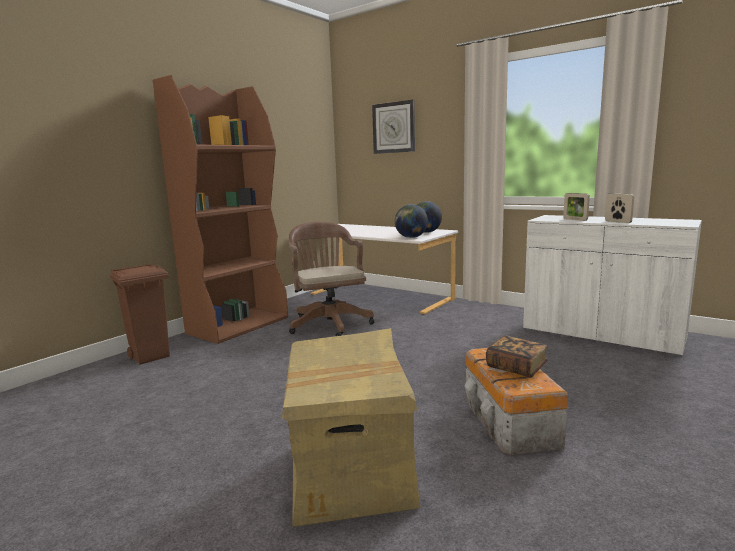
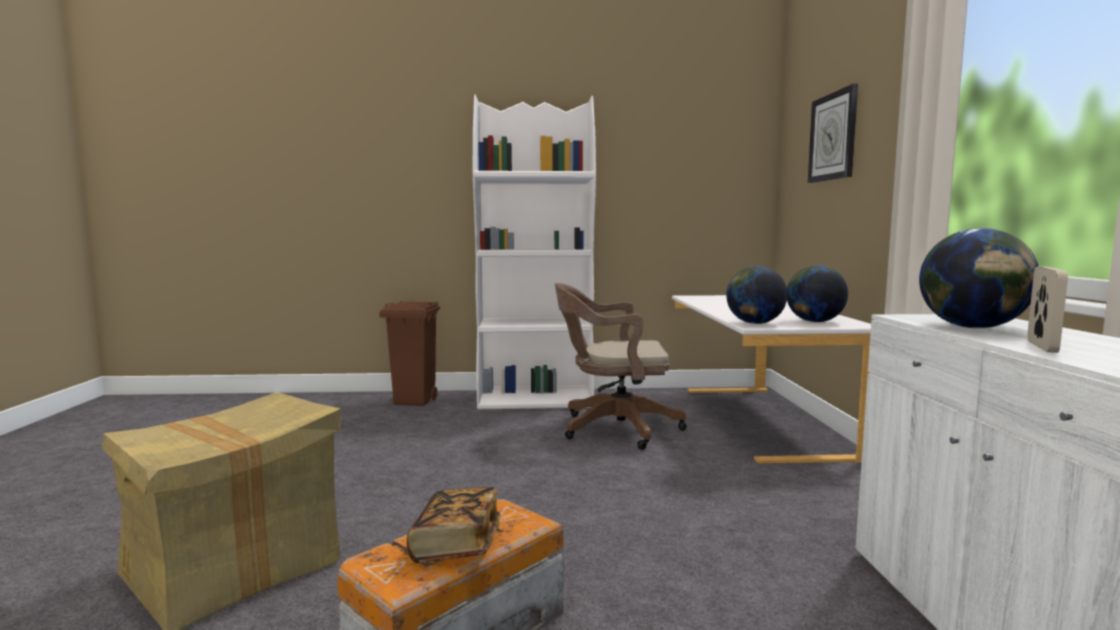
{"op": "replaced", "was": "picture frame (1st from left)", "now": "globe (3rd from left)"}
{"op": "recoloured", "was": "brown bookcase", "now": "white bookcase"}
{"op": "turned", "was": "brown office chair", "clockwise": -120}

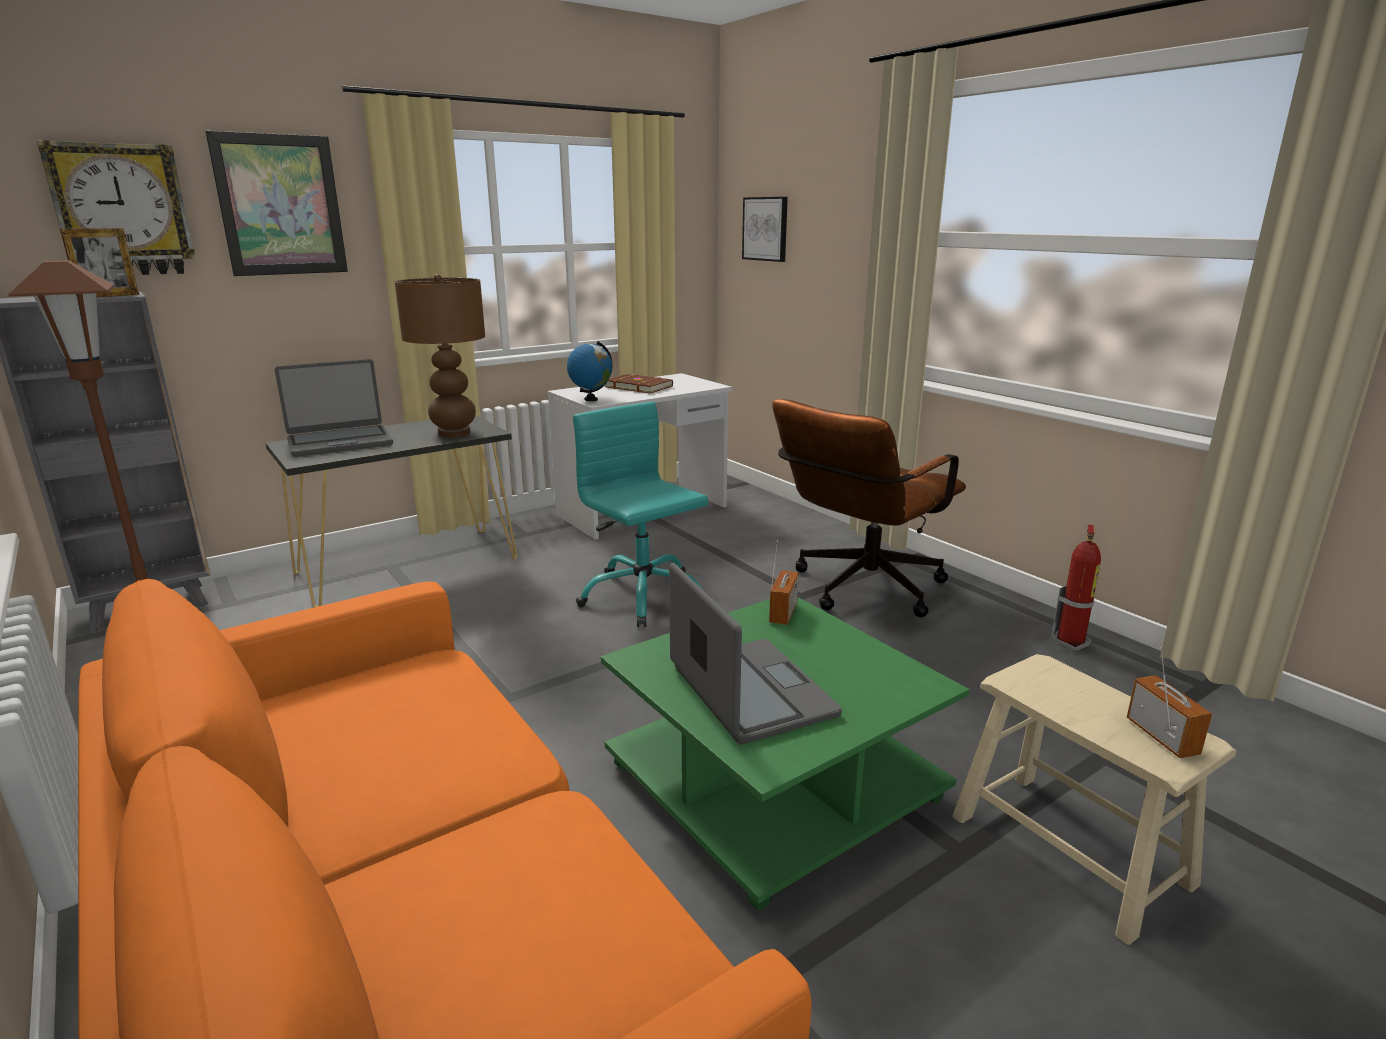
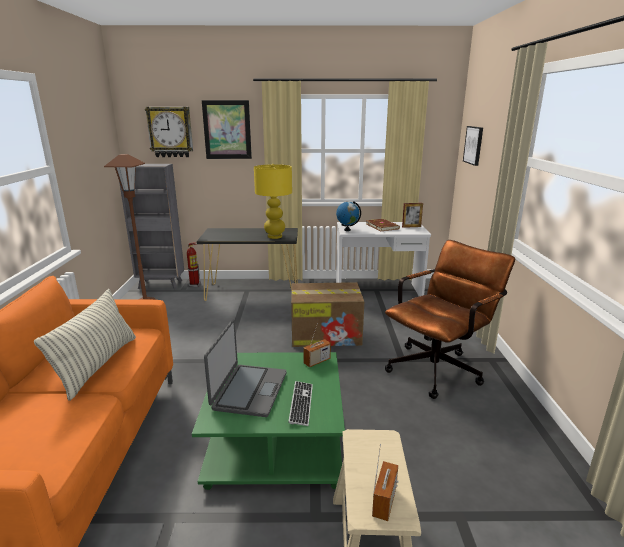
{"op": "removed", "was": "laptop (1st from left)"}
{"op": "added", "now": "pillow"}
{"op": "added", "now": "keyboard"}
{"op": "moved", "was": "picture frame"}
{"op": "moved", "was": "fire extinguisher"}
{"op": "replaced", "was": "turquoise office chair", "now": "cardboard box"}
{"op": "recoloured", "was": "brown table lamp", "now": "yellow table lamp"}
{"op": "turned", "was": "brown office chair", "clockwise": 150}

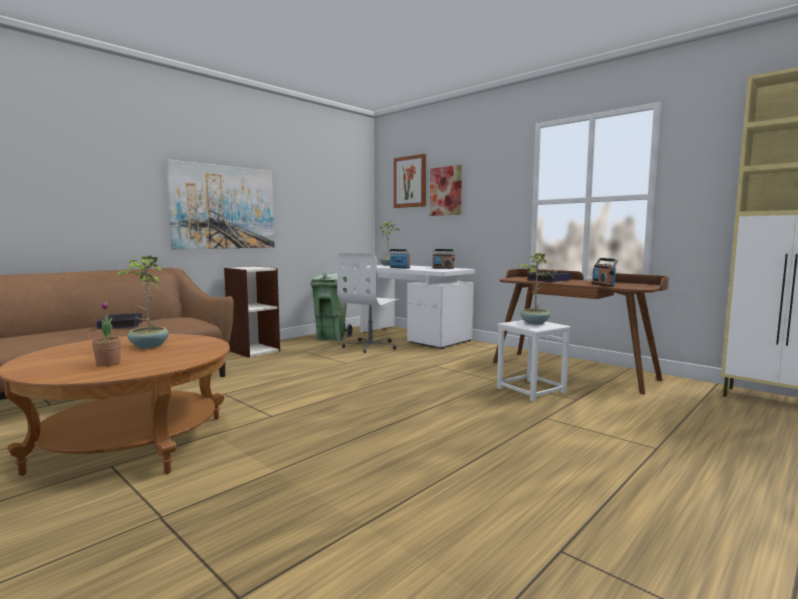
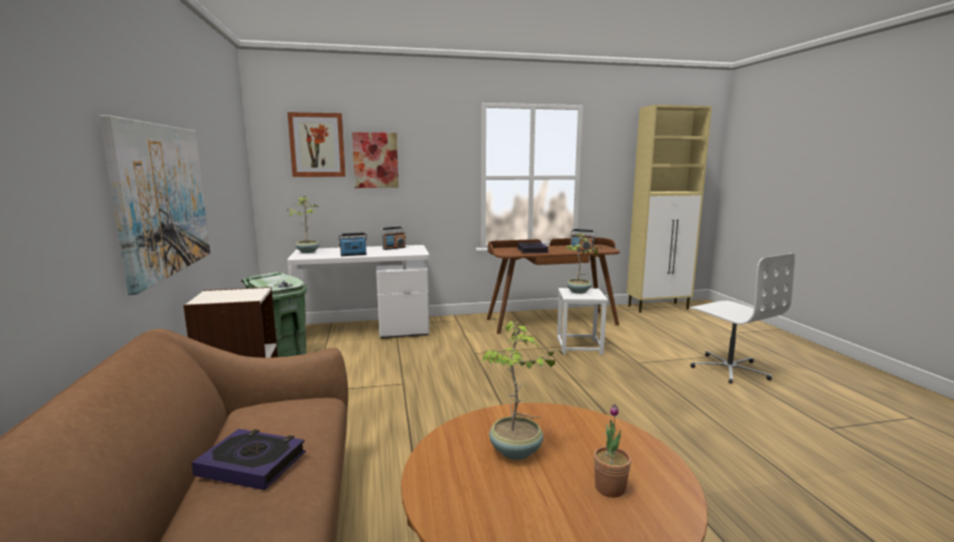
{"op": "moved", "was": "white office chair"}

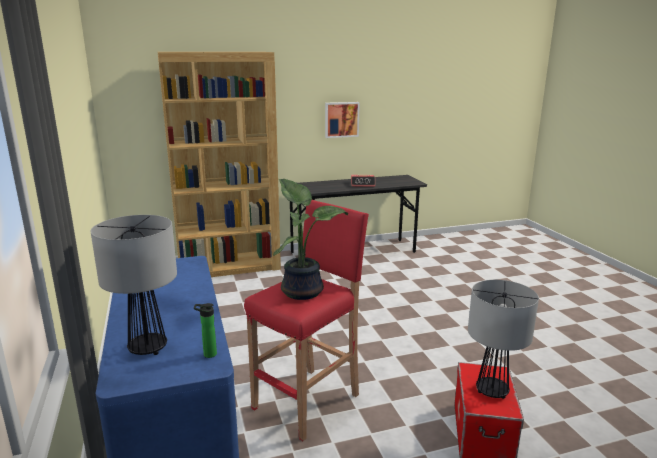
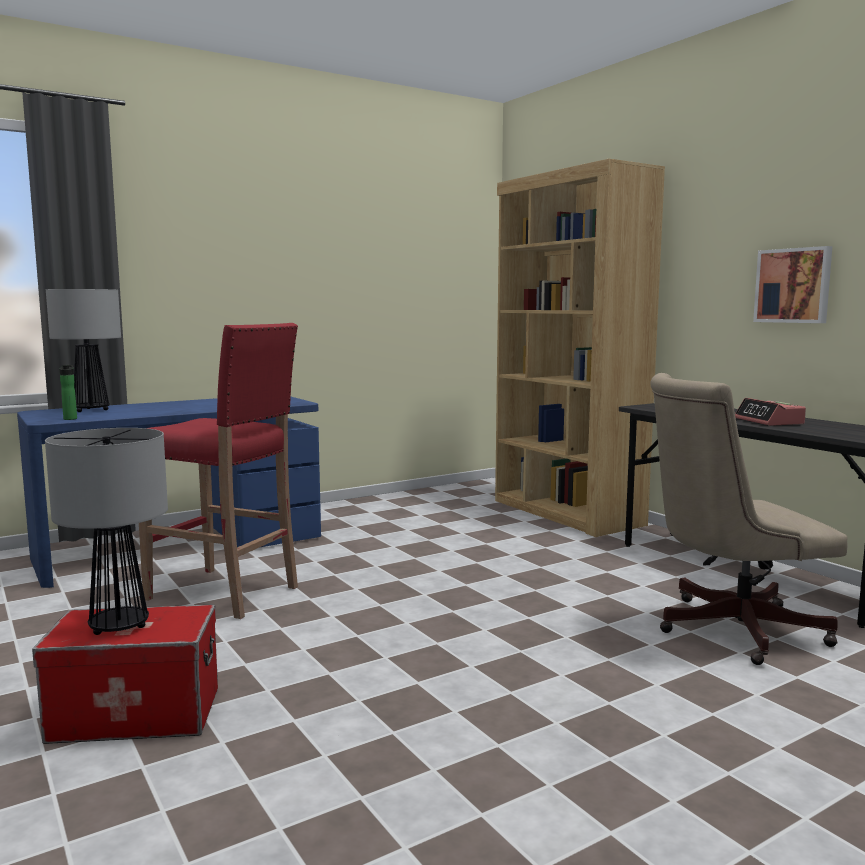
{"op": "removed", "was": "potted plant"}
{"op": "added", "now": "beige office chair"}

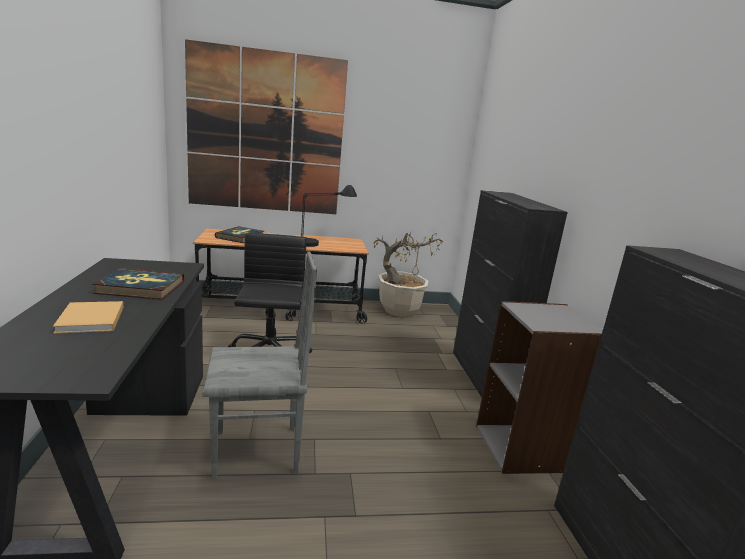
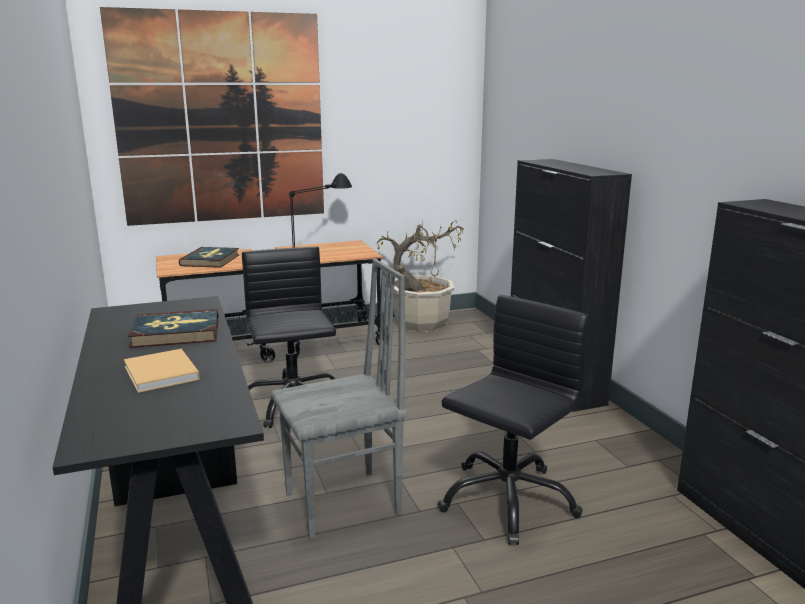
{"op": "removed", "was": "grey bookcase"}
{"op": "added", "now": "black office chair (2nd from left)"}

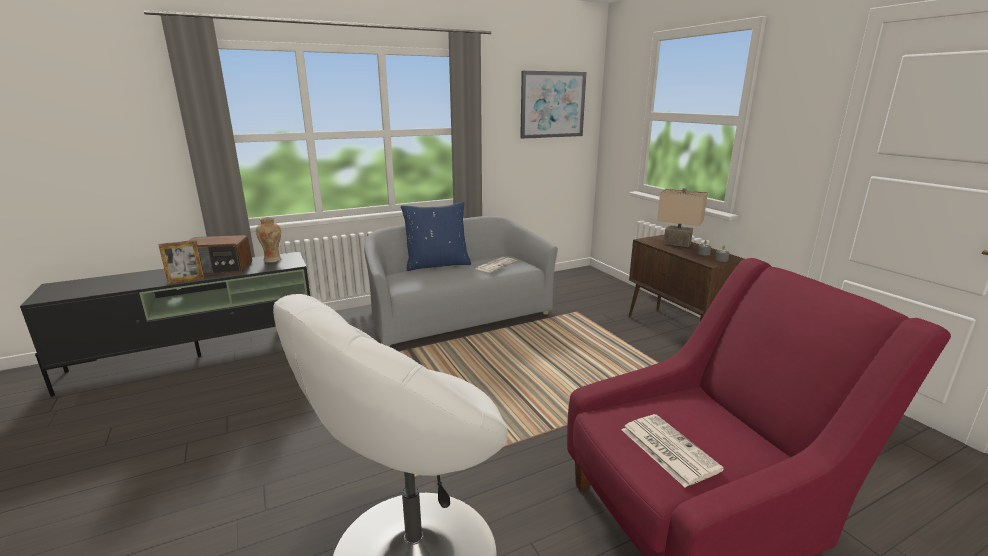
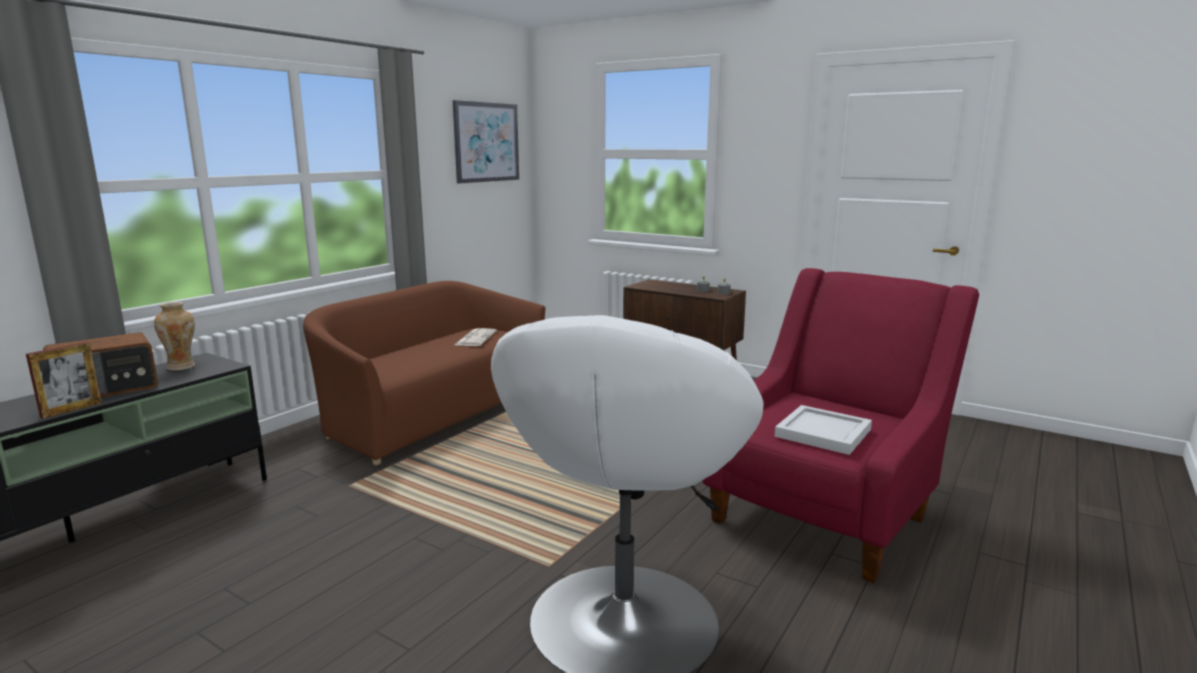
{"op": "removed", "was": "blue pillow"}
{"op": "removed", "was": "beige table lamp"}
{"op": "replaced", "was": "newspaper (2nd from left)", "now": "white tray"}
{"op": "recoloured", "was": "grey sofa", "now": "brown sofa"}

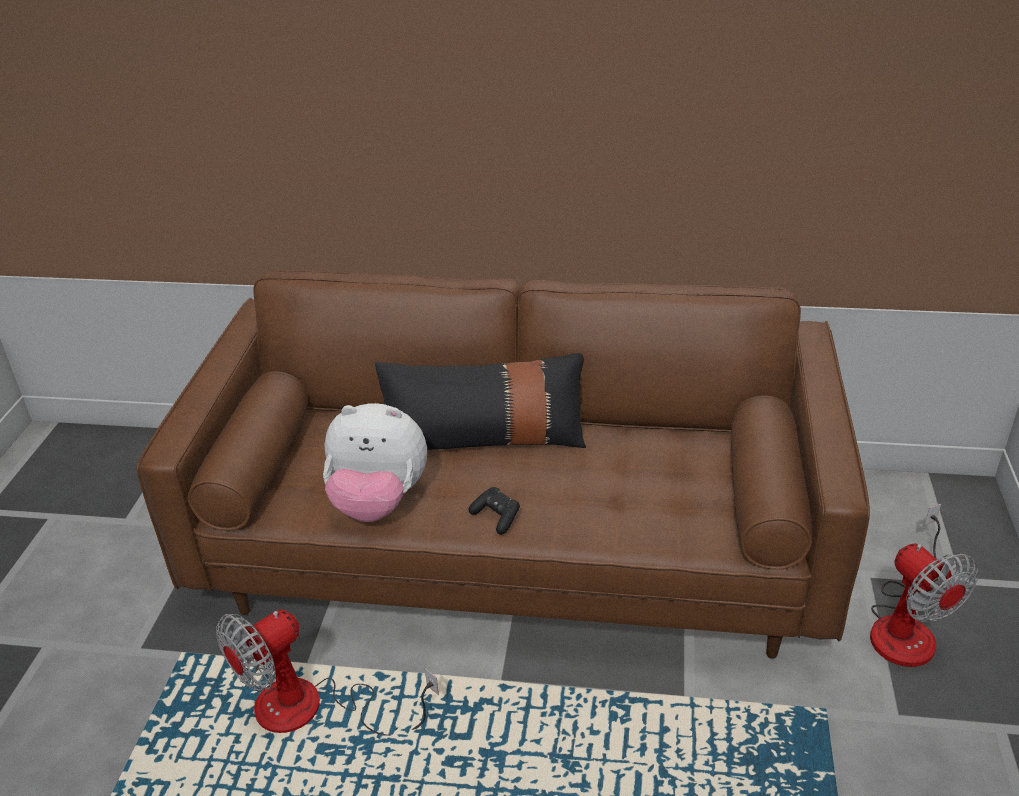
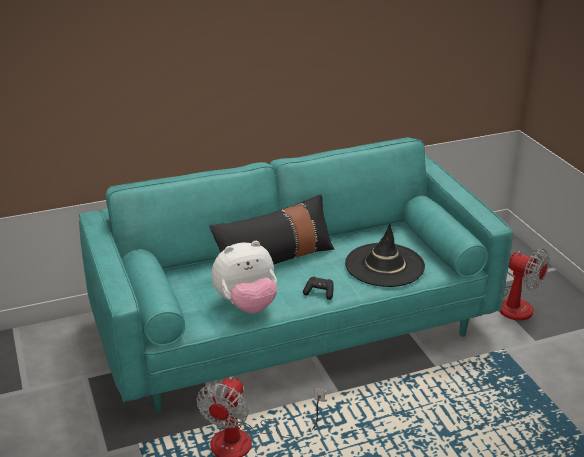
{"op": "added", "now": "black hat"}
{"op": "recoloured", "was": "brown sofa", "now": "turquoise sofa"}

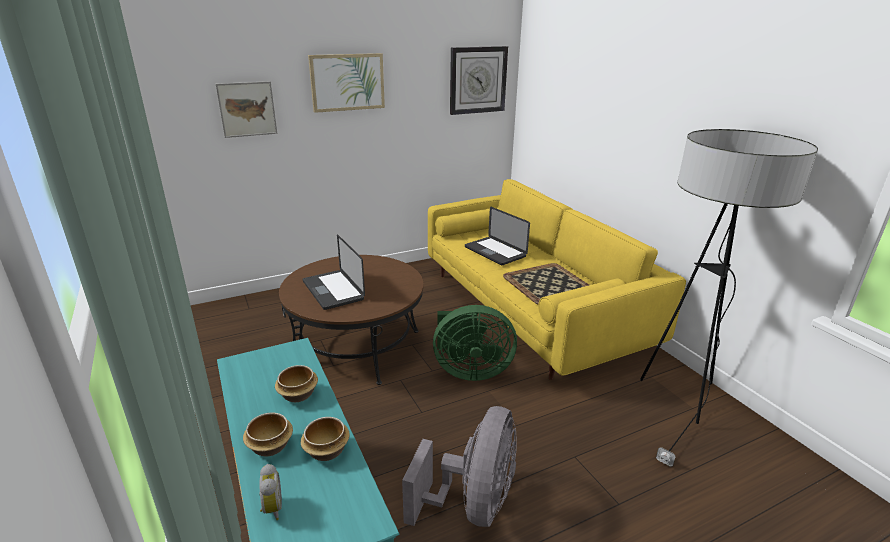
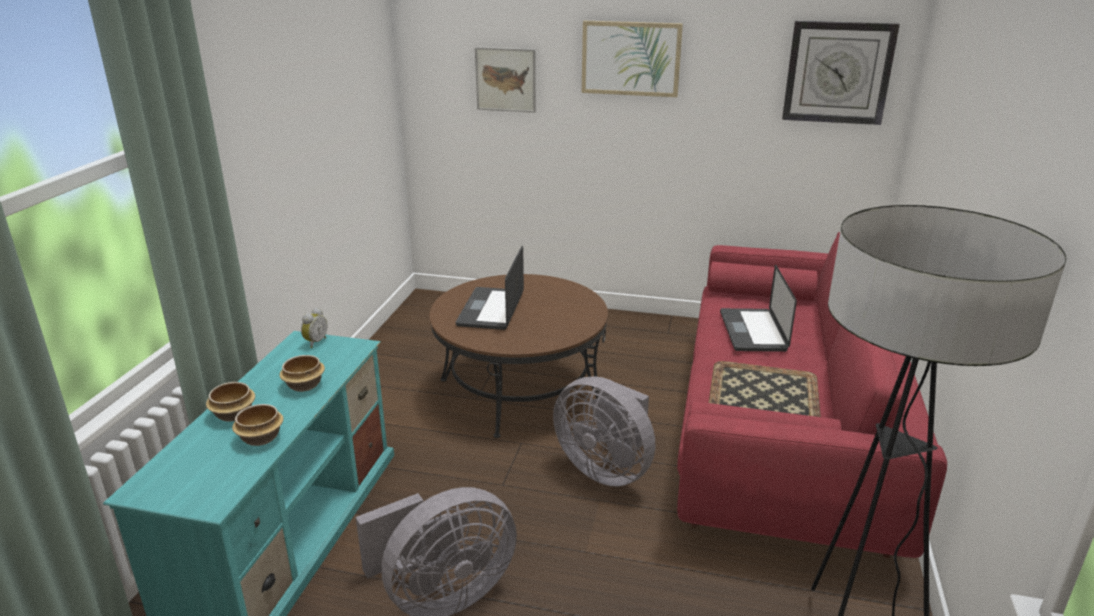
{"op": "moved", "was": "alarm clock"}
{"op": "recoloured", "was": "yellow sofa", "now": "red sofa"}
{"op": "recoloured", "was": "green fan", "now": "grey fan (2nd from left)"}

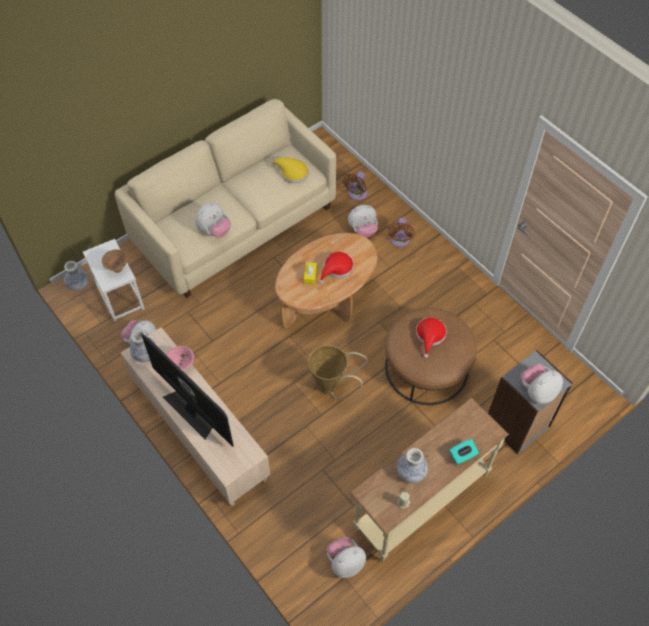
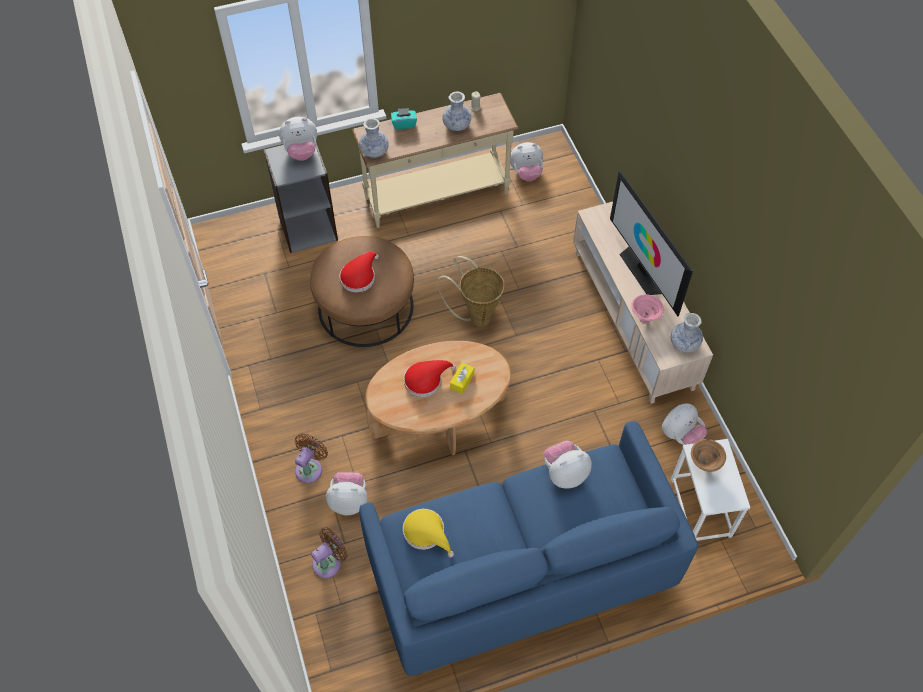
{"op": "moved", "was": "vase (1st from left)"}
{"op": "recoloured", "was": "beige sofa", "now": "blue sofa"}

